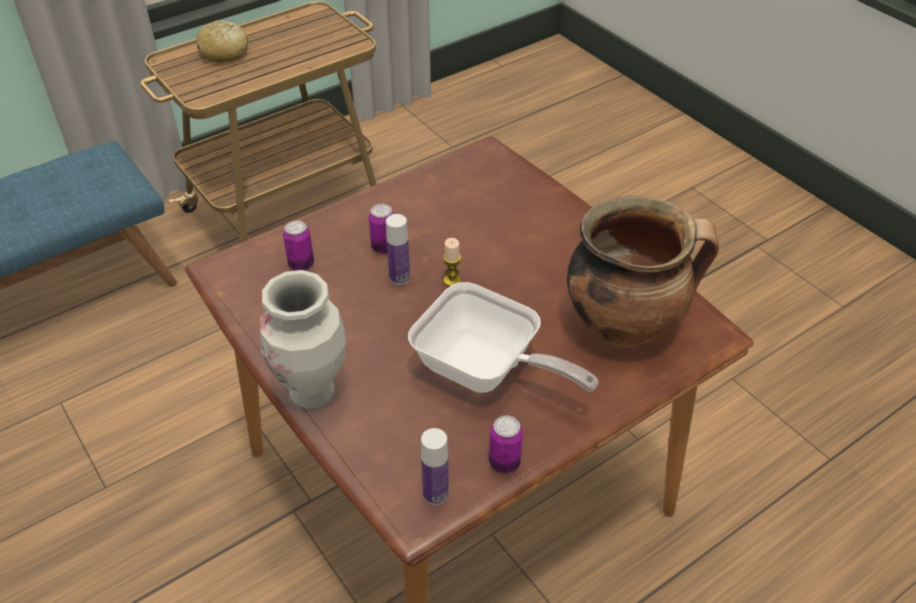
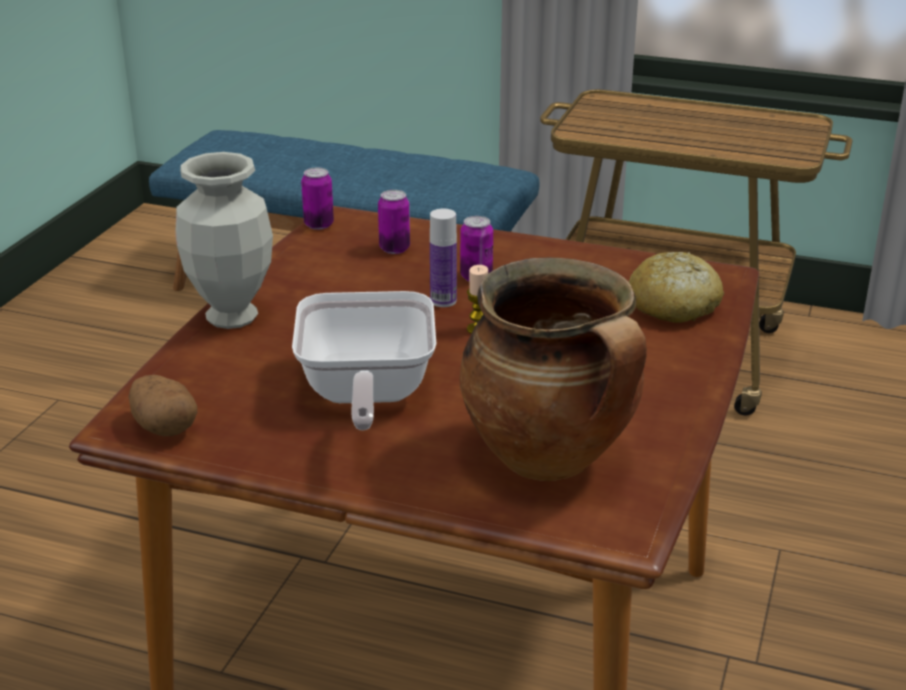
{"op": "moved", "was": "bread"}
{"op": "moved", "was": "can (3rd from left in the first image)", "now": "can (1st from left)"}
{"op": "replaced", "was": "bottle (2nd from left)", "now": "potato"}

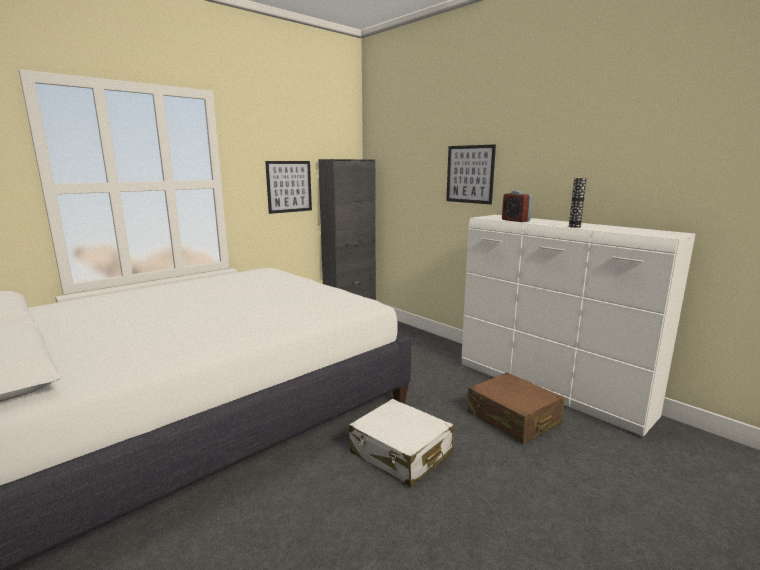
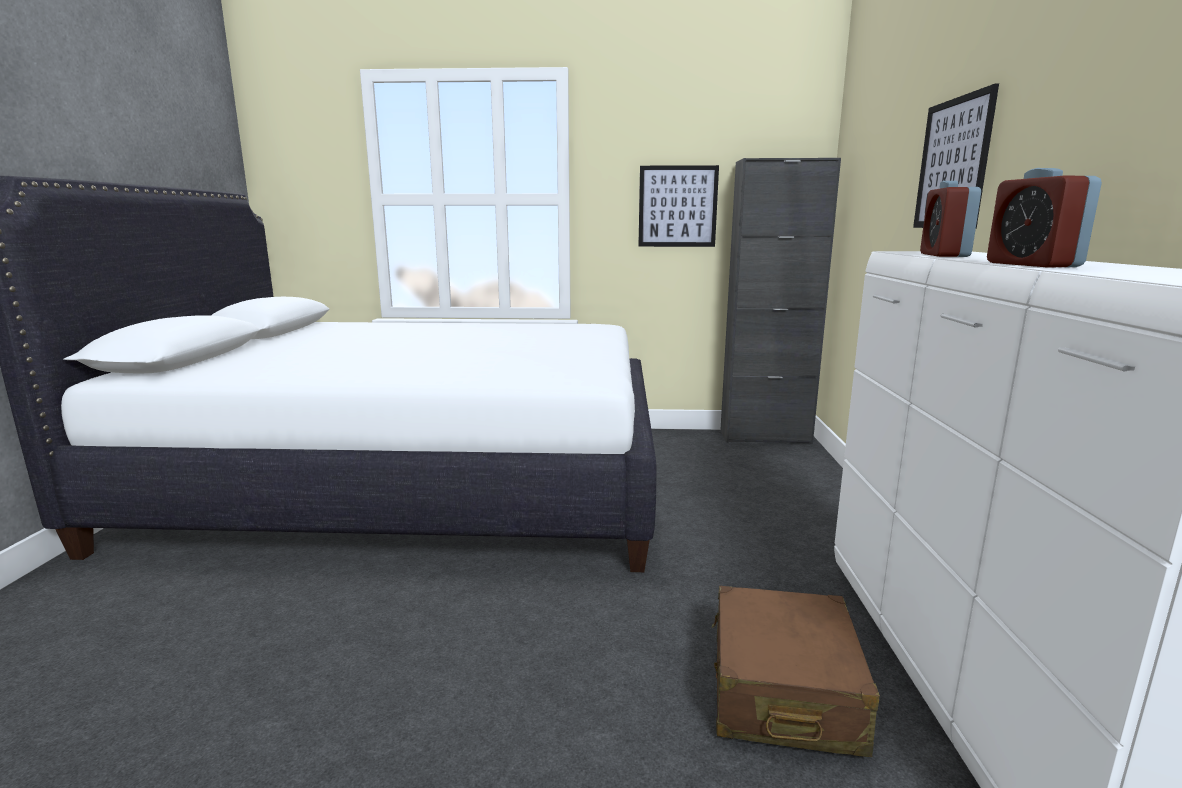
{"op": "removed", "was": "white suitcase"}
{"op": "replaced", "was": "vase", "now": "alarm clock (2nd from left)"}

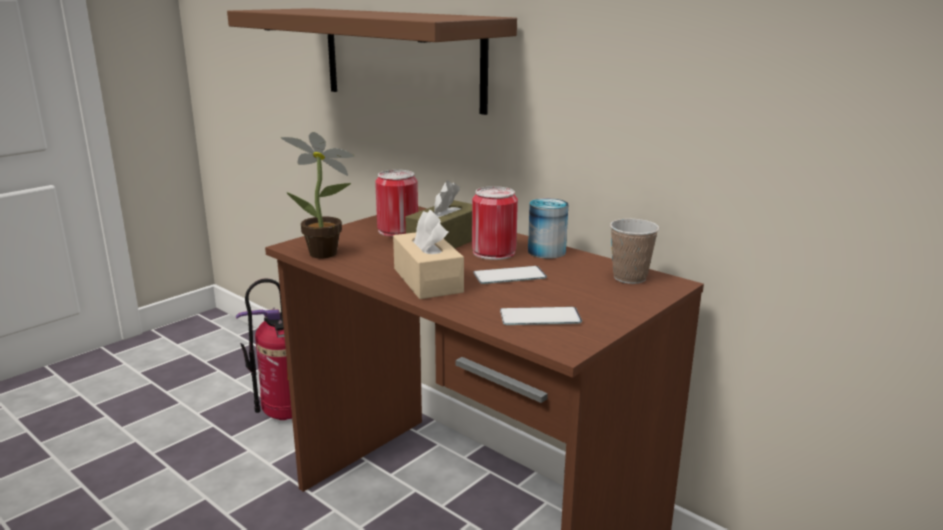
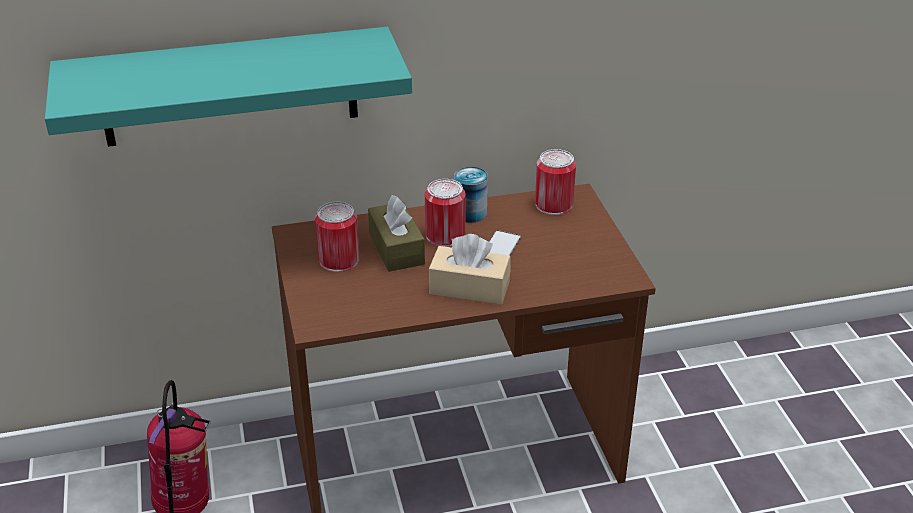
{"op": "removed", "was": "potted plant"}
{"op": "removed", "was": "phone (2nd from left)"}
{"op": "replaced", "was": "cup", "now": "can (4th from left)"}
{"op": "recoloured", "was": "brown shelf", "now": "turquoise shelf"}

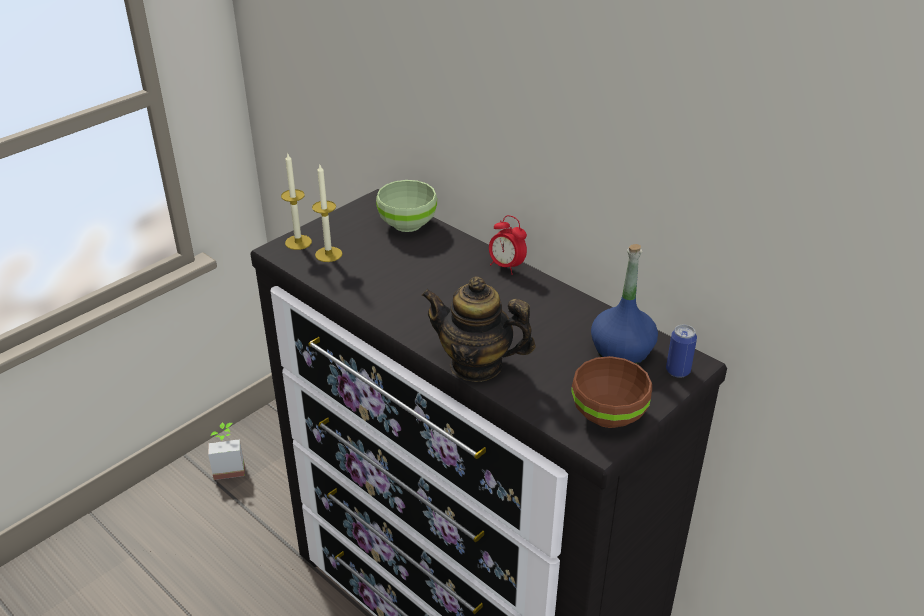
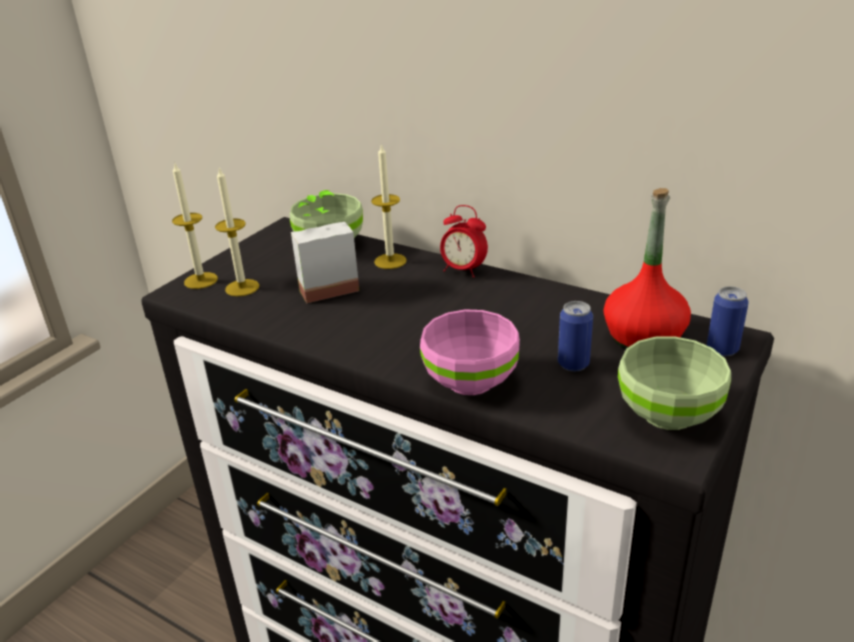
{"op": "added", "now": "candle (3rd from left)"}
{"op": "added", "now": "can (1st from left)"}
{"op": "moved", "was": "potted plant"}
{"op": "replaced", "was": "teapot", "now": "pink bowl"}
{"op": "recoloured", "was": "brown bowl", "now": "green bowl (2nd from left)"}
{"op": "recoloured", "was": "blue bottle", "now": "red bottle"}

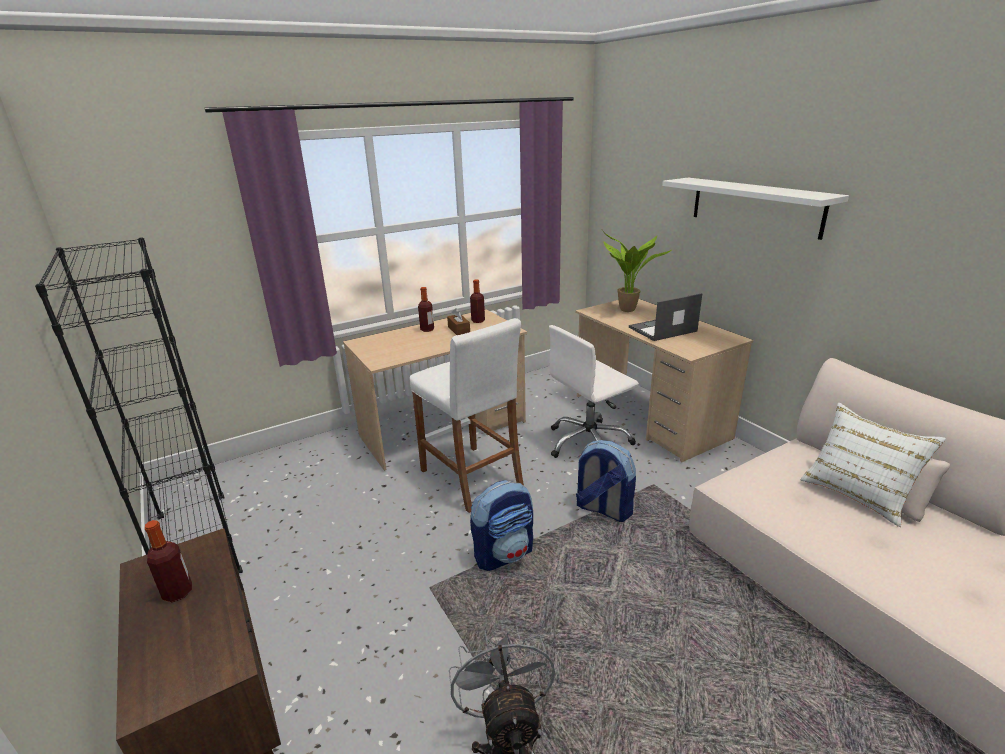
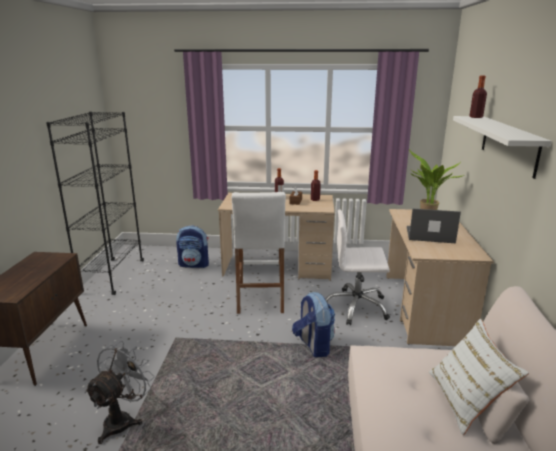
{"op": "moved", "was": "bottle (1st from left in the first image)", "now": "bottle (3rd from left)"}
{"op": "moved", "was": "backpack (1st from left)"}

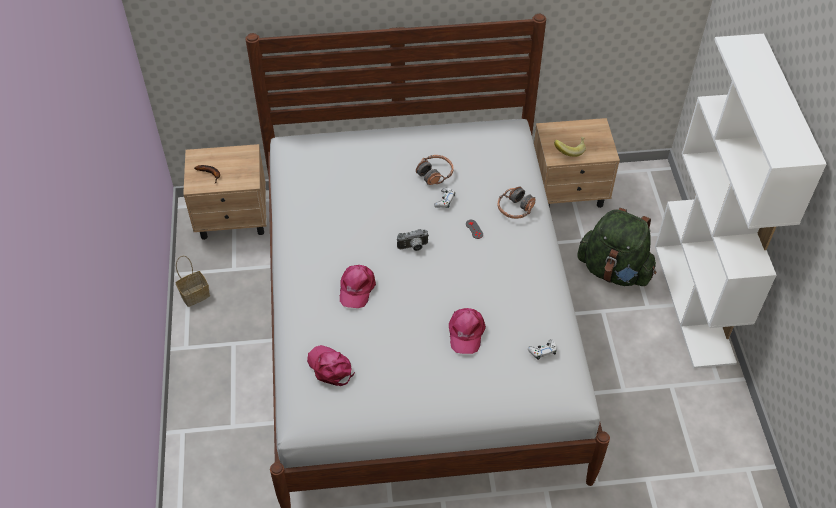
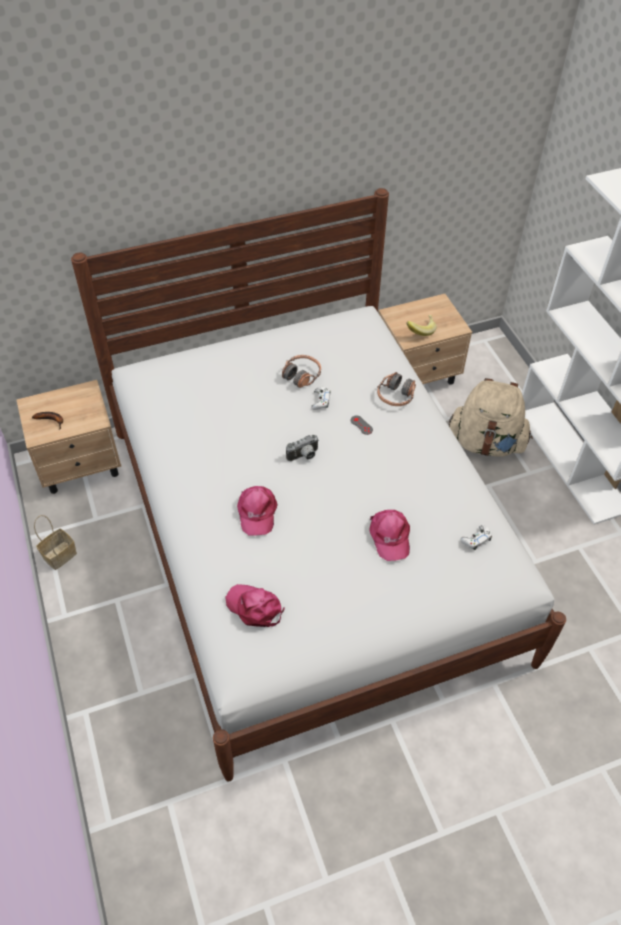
{"op": "recoloured", "was": "green backpack", "now": "beige backpack"}

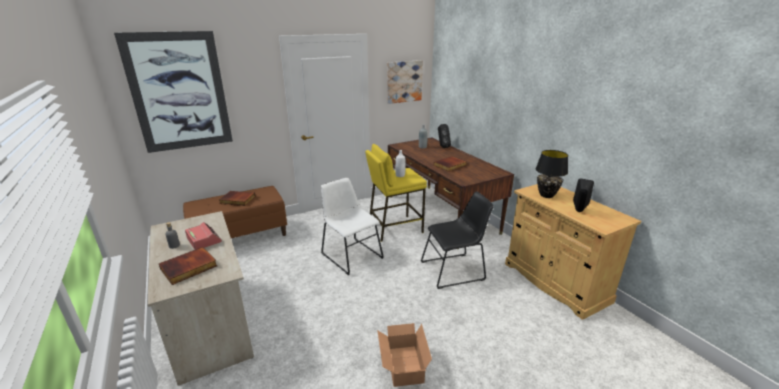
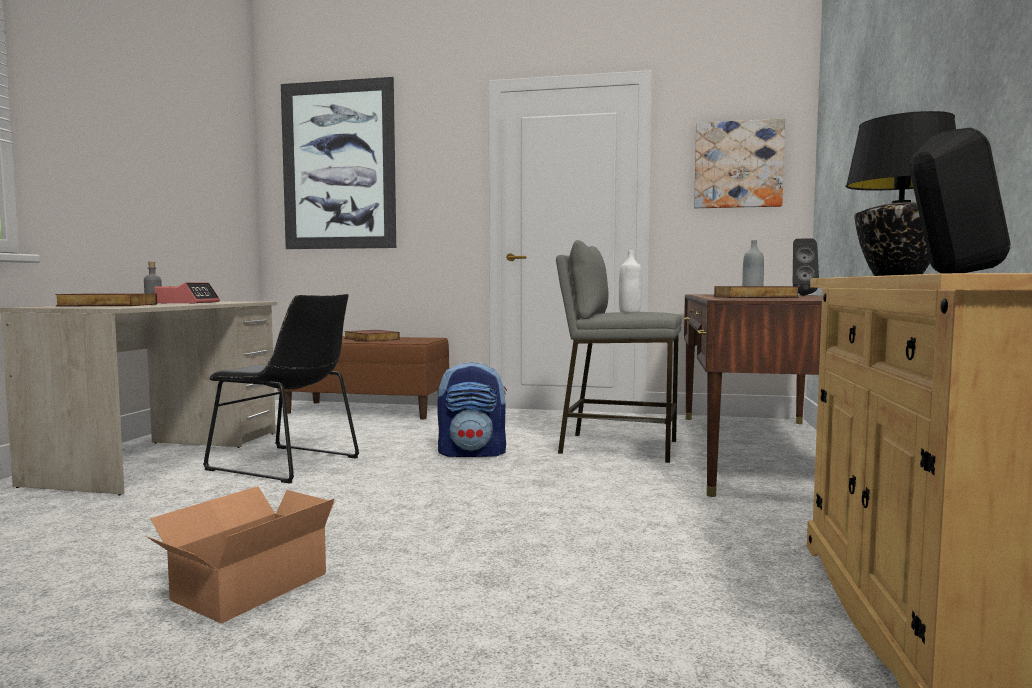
{"op": "moved", "was": "black chair"}
{"op": "replaced", "was": "white chair", "now": "backpack"}
{"op": "recoloured", "was": "yellow stool", "now": "grey stool"}

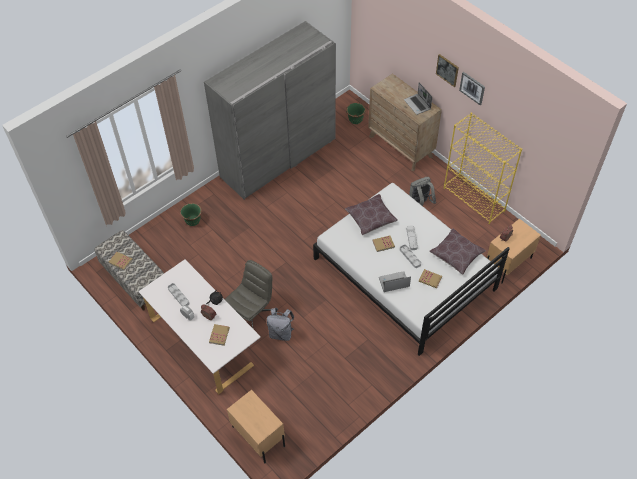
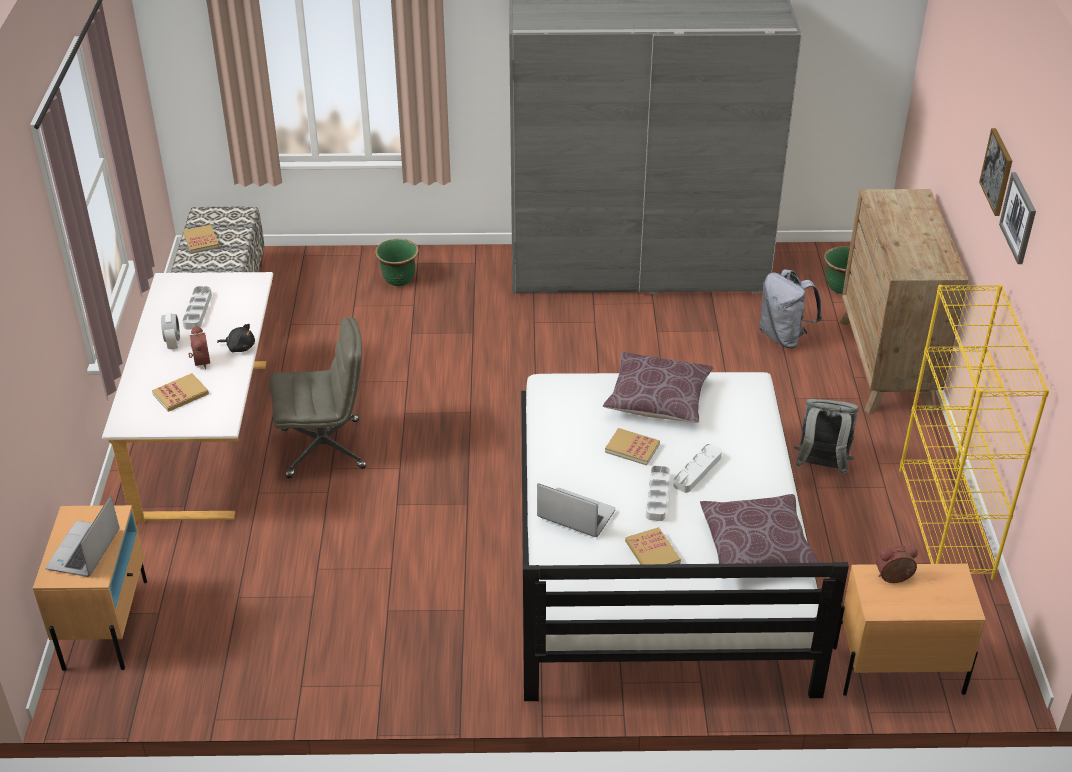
{"op": "moved", "was": "grey backpack (1st from left)"}
{"op": "moved", "was": "laptop (2nd from left in the first image)", "now": "laptop (1st from left)"}

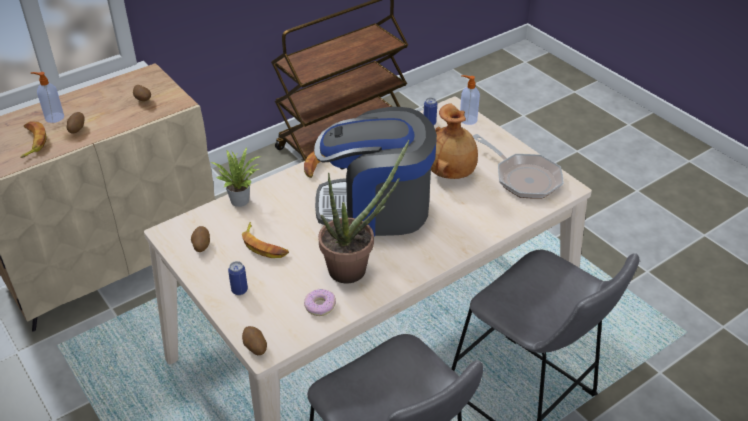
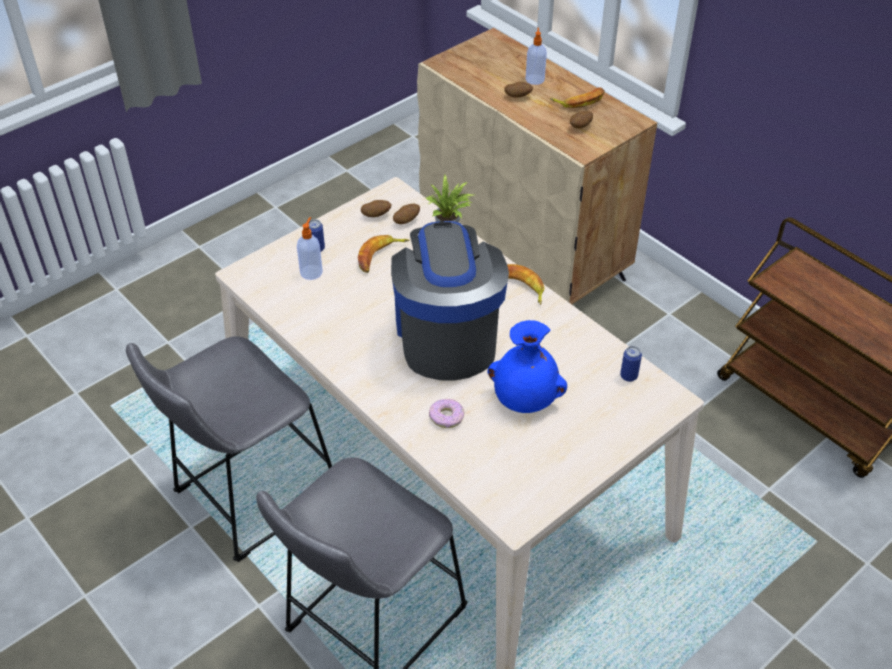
{"op": "removed", "was": "potted plant (2nd from left)"}
{"op": "removed", "was": "frying pan"}
{"op": "moved", "was": "banana (1st from left in the first image)", "now": "banana (3rd from left)"}
{"op": "moved", "was": "potato (4th from left in the first image)", "now": "potato (2nd from left)"}
{"op": "moved", "was": "donut"}
{"op": "moved", "was": "soap dispenser (2nd from left in the first image)", "now": "soap dispenser (1st from left)"}
{"op": "recoloured", "was": "brown vase", "now": "blue vase"}

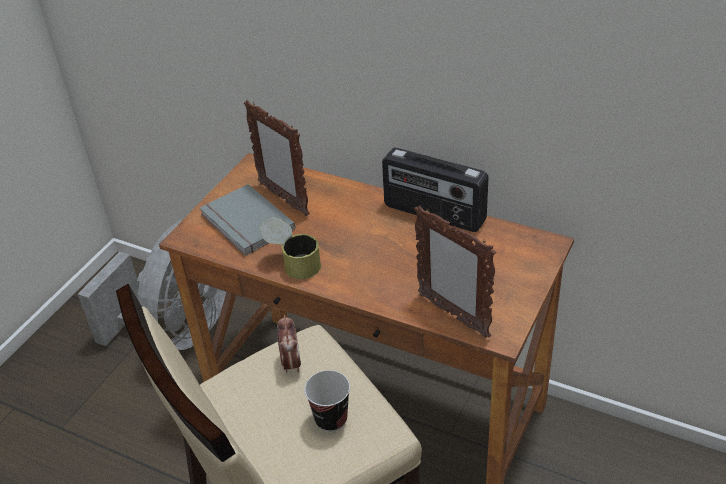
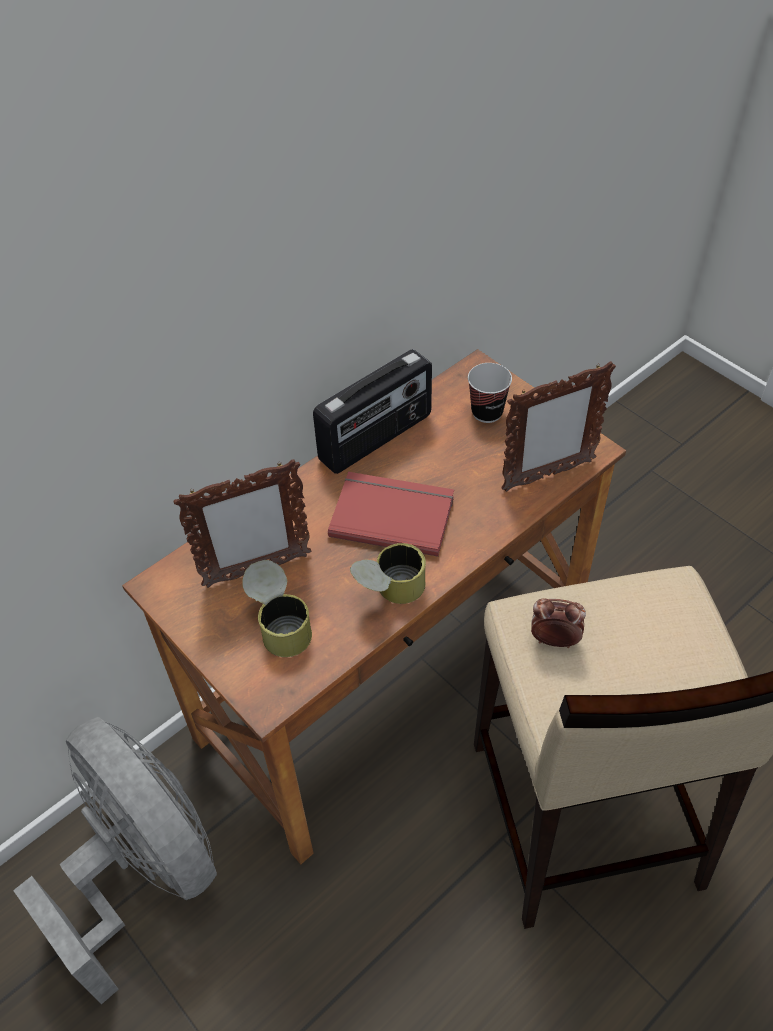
{"op": "added", "now": "red book"}
{"op": "moved", "was": "cup"}
{"op": "replaced", "was": "grey book", "now": "can (1st from left)"}

